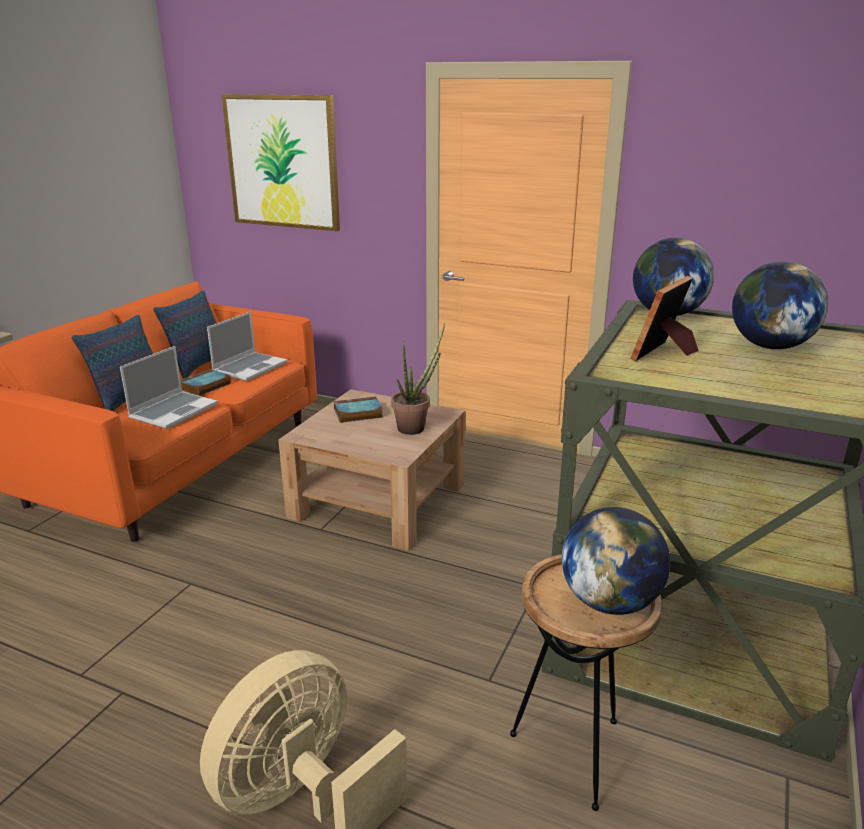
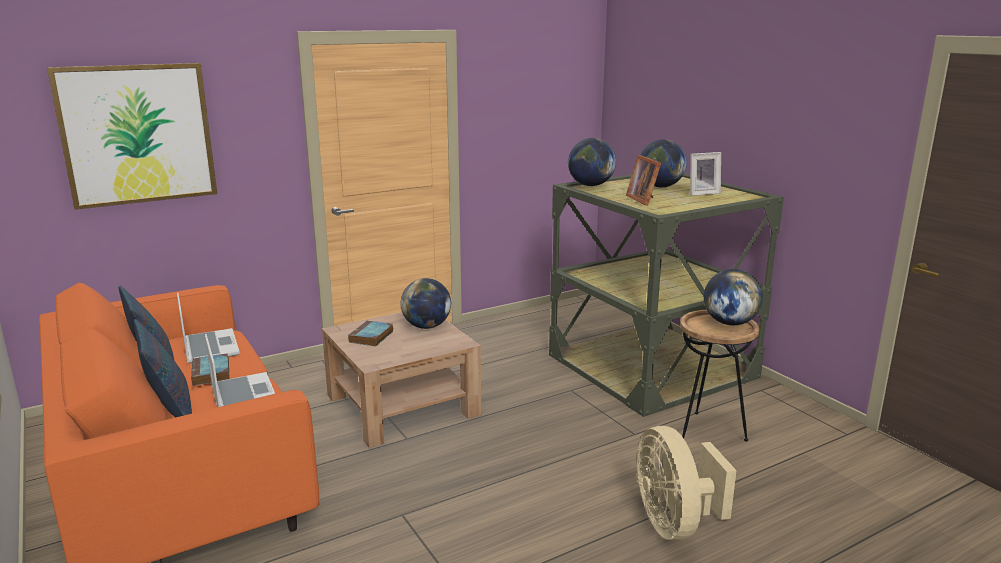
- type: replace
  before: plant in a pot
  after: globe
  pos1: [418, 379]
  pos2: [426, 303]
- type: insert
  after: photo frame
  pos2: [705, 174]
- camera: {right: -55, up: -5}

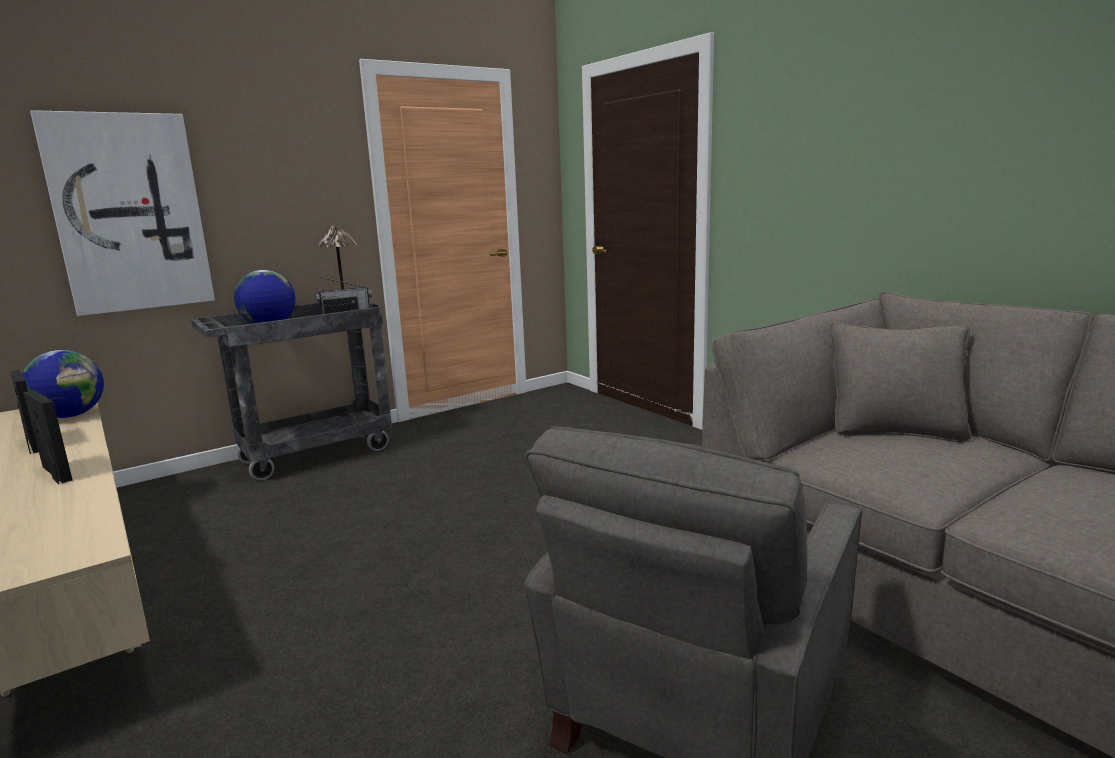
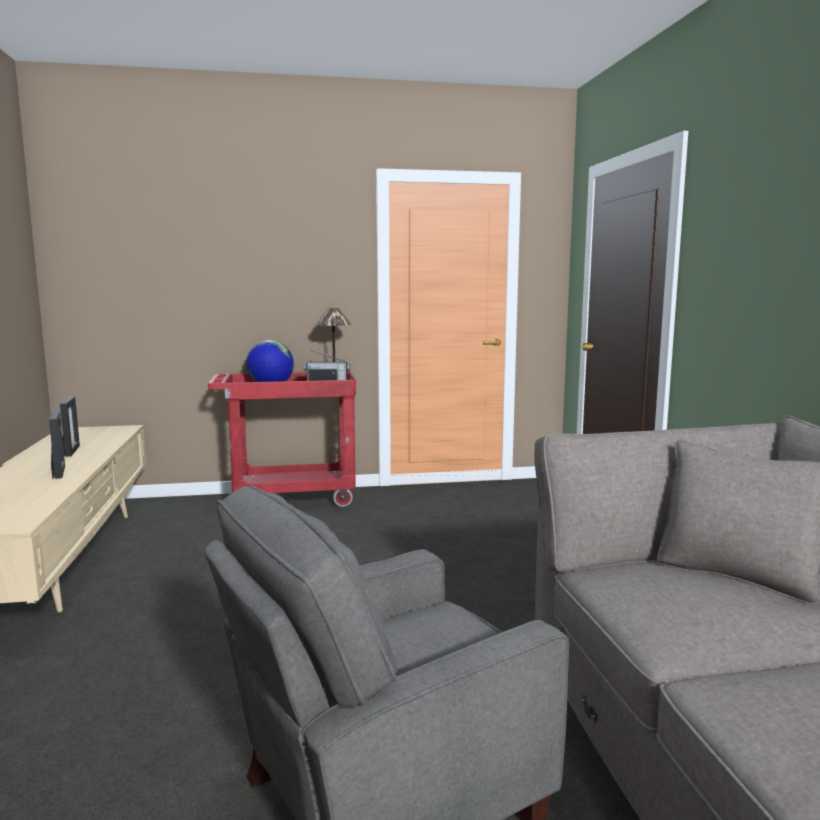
- type: recolor
  before: grey cart
  after: red cart
  pos1: [291, 391]
  pos2: [282, 439]
- type: delete
  before: globe
  pos1: [63, 384]
- type: delete
  before: picture
  pos1: [122, 213]
- camera: {right: 25, up: -5}

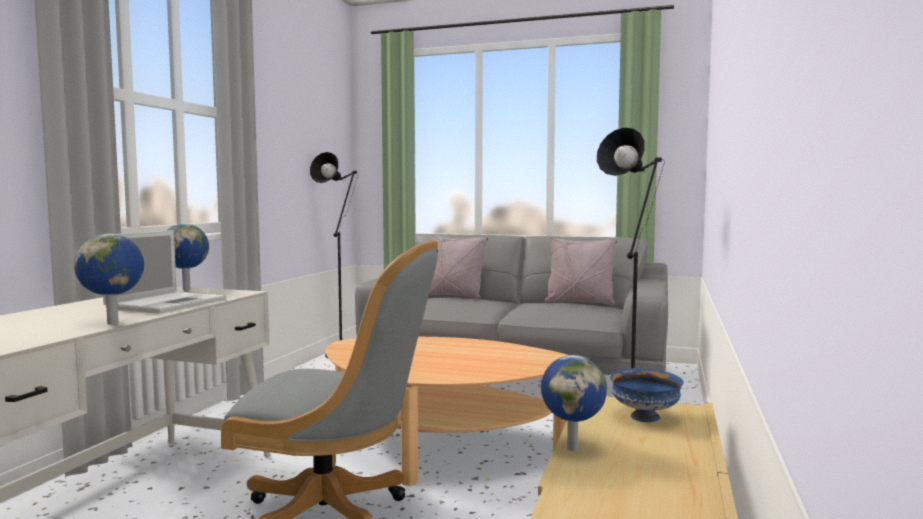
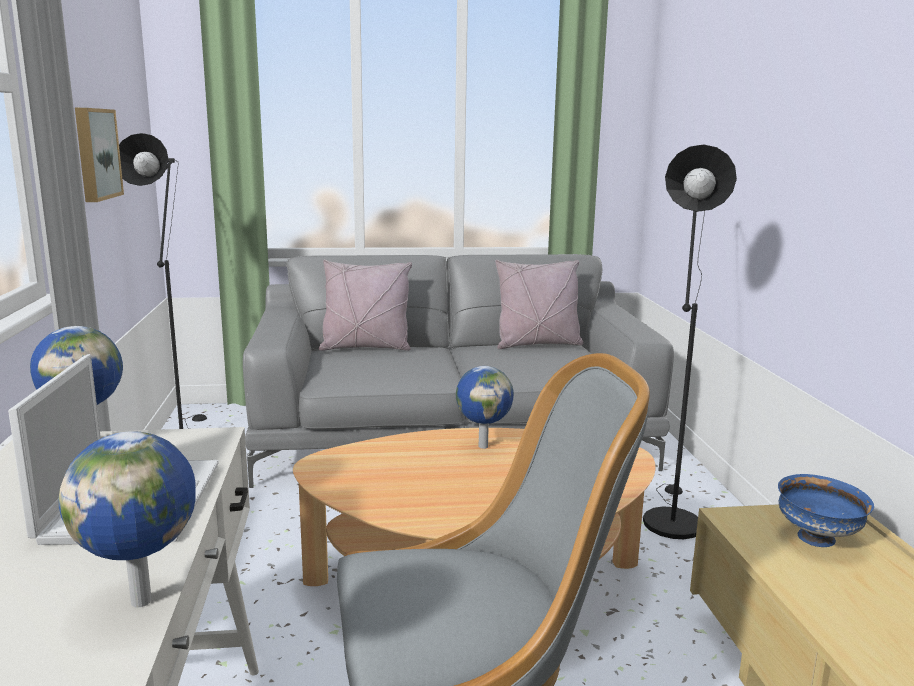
- type: insert
  after: picture
  pos2: [99, 155]
- type: move
  before: globe
  pos1: [574, 403]
  pos2: [485, 407]
- camera: {right: -25, up: 10}

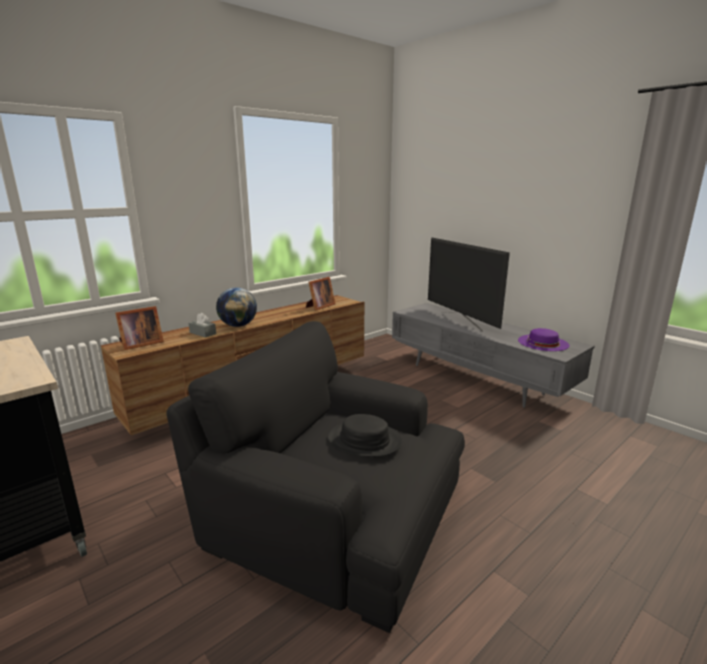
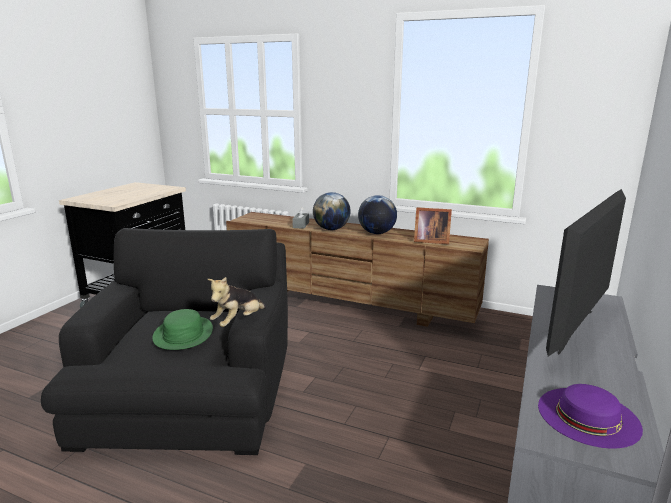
- type: recolor
  before: black clothing hat
  after: green-coloured clothing hat
  pos1: [365, 435]
  pos2: [182, 329]
- type: insert
  after: soft toy
  pos2: [236, 302]
- type: insert
  after: globe
  pos2: [377, 214]
- type: delete
  before: photo frame
  pos1: [139, 328]
- camera: {right: 65, up: 0}

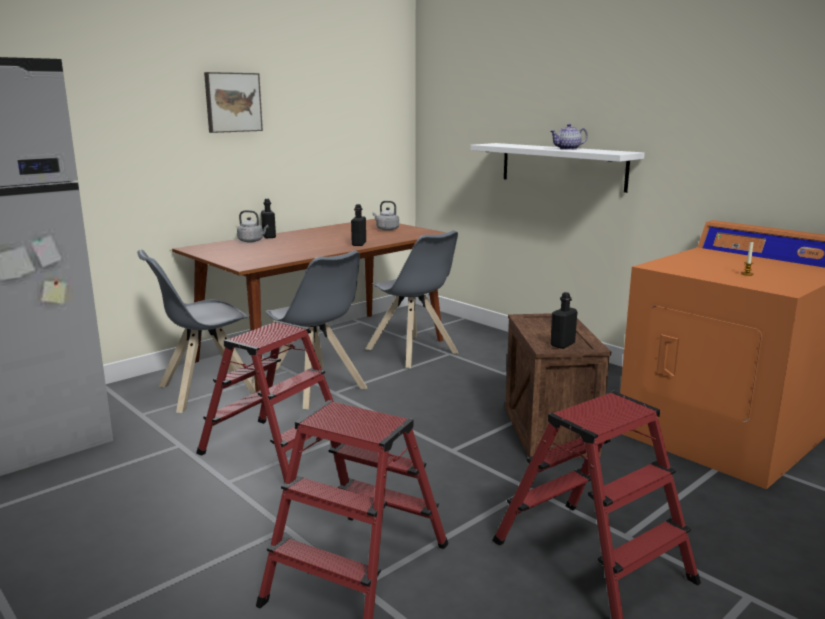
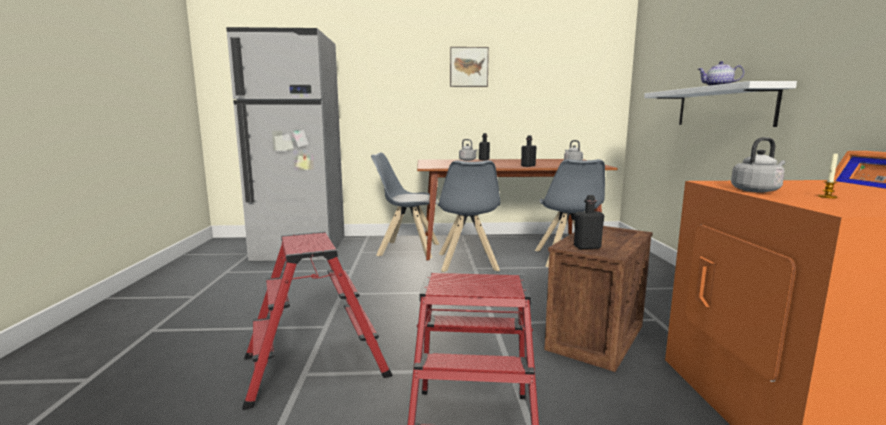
- type: insert
  after: grey kettle
  pos2: [758, 165]
- type: delete
  before: red step ladder
  pos1: [265, 402]
- camera: {right: 40, up: -5}

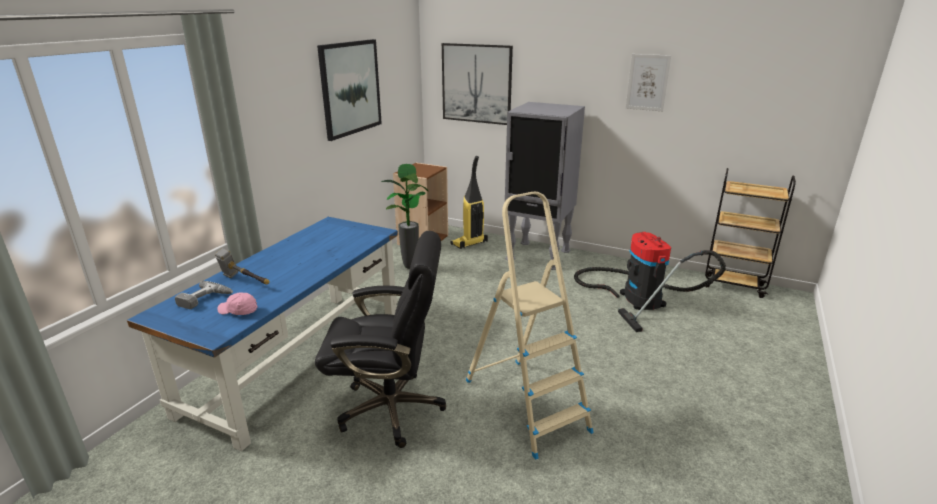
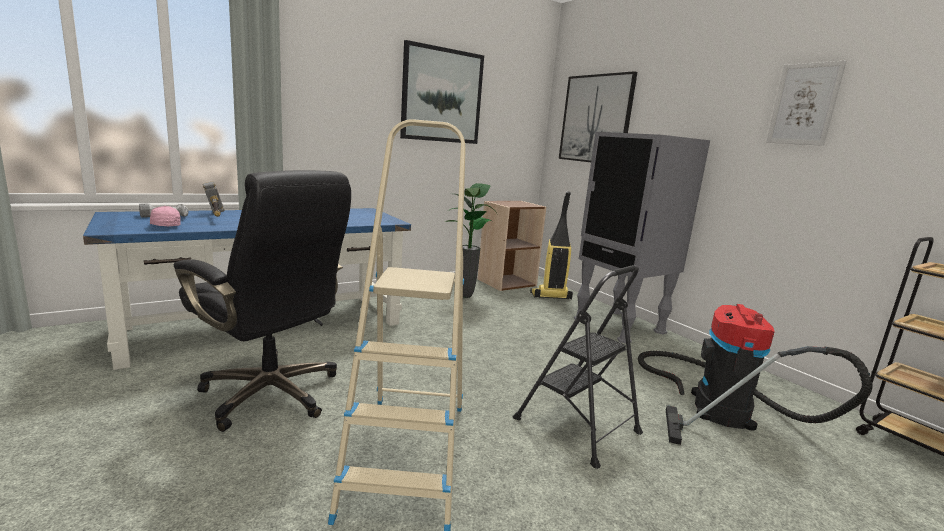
- type: insert
  after: black step ladder
  pos2: [577, 367]
- camera: {right: 30, up: -10}

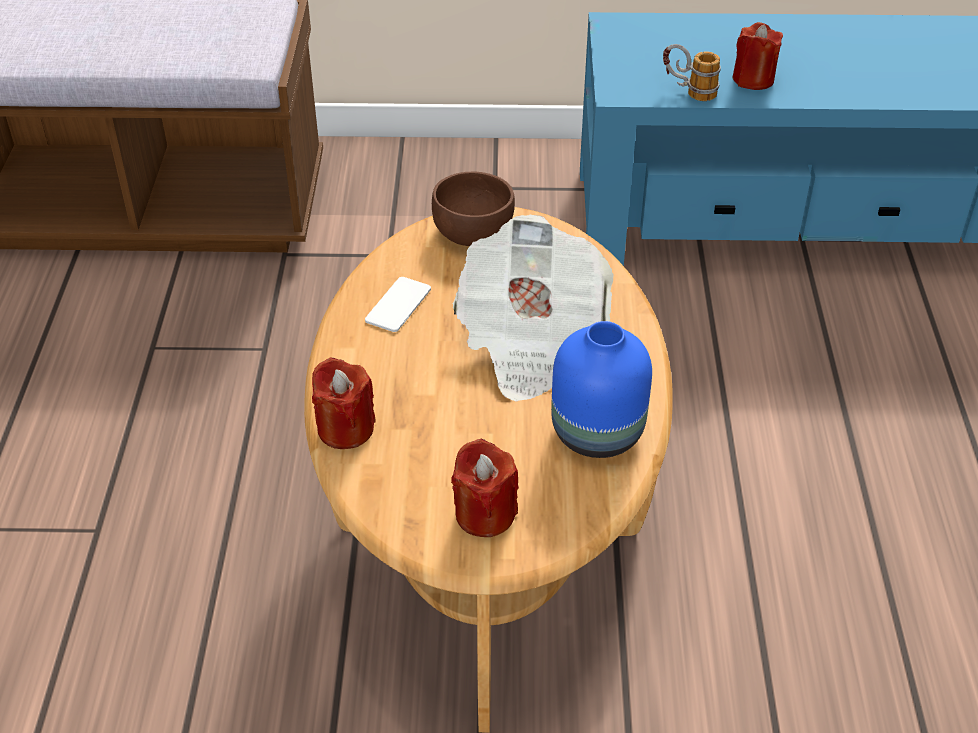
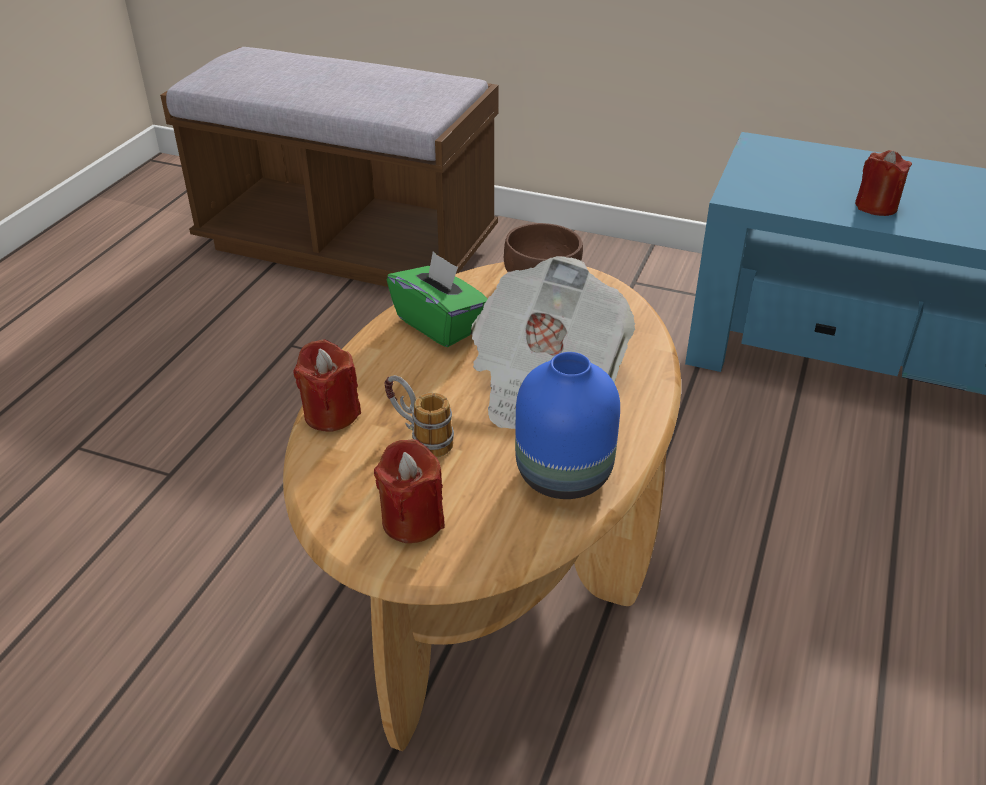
- type: move
  before: coffee mug
  pos1: [692, 72]
  pos2: [419, 416]
- type: replace
  before: handset
  after: green-coloured box of tissues
  pos1: [398, 304]
  pos2: [437, 299]
- camera: {right: 20, up: -5}

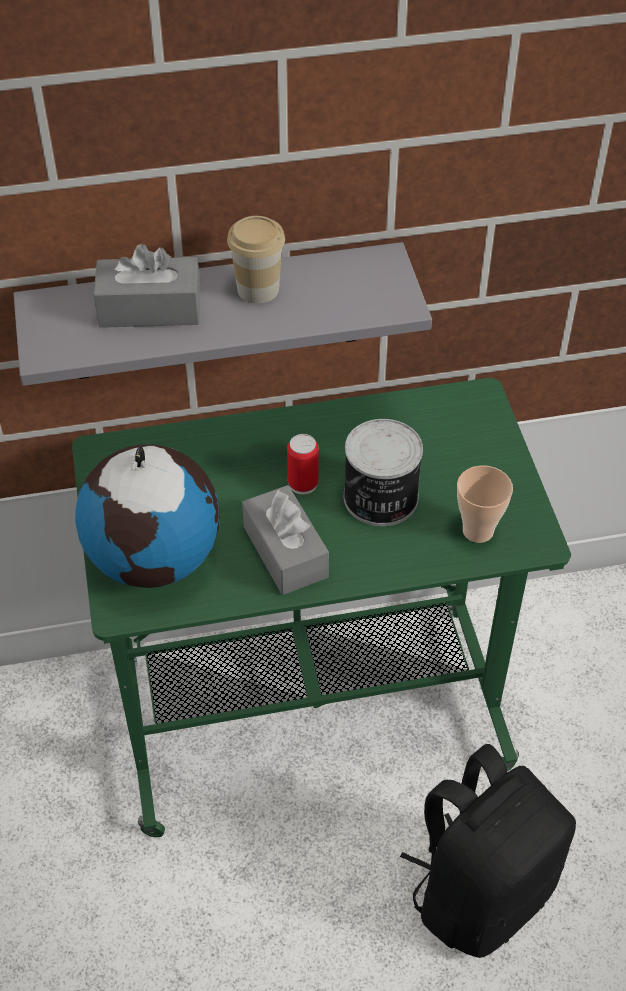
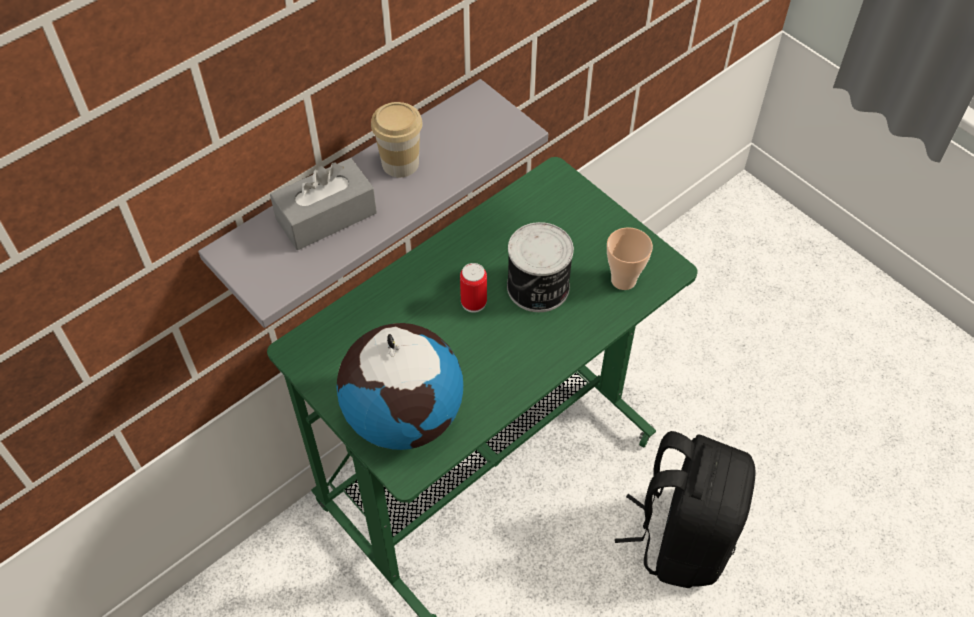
- type: delete
  before: grey box of tissues
  pos1: [285, 540]
- camera: {right: -30, up: 5}

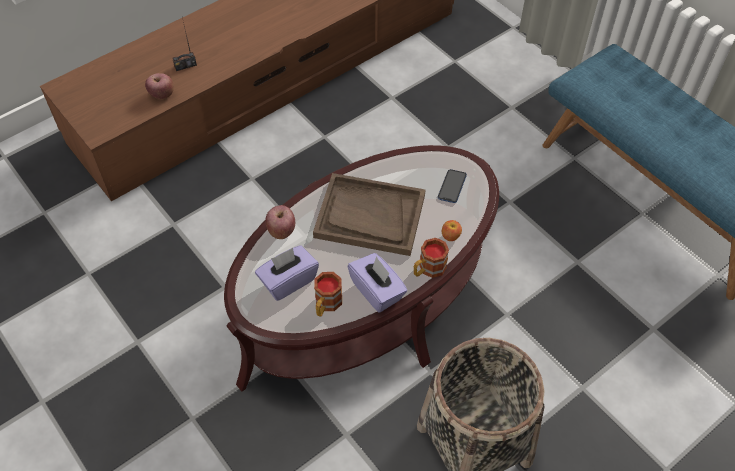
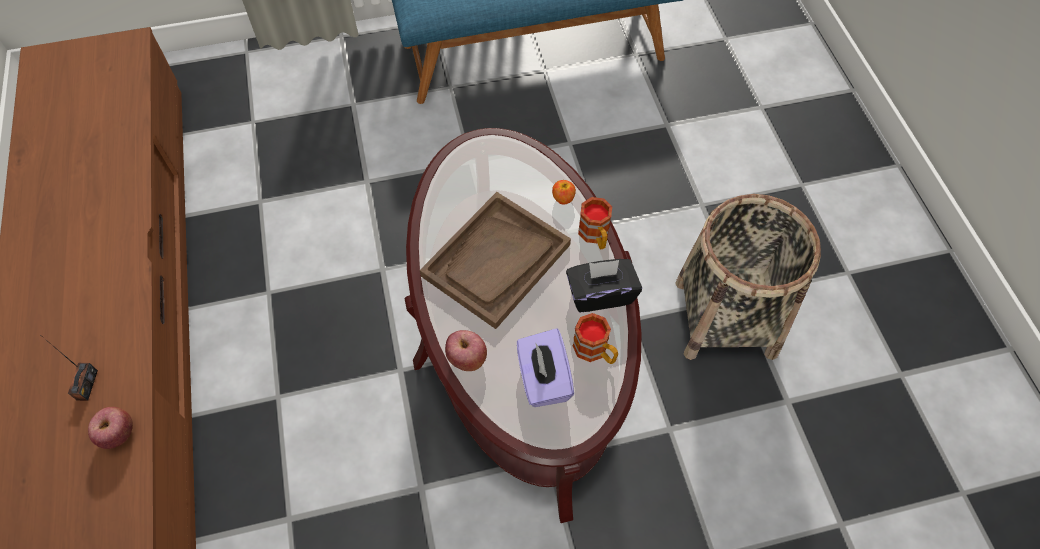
- type: recolor
  before: purple-coloured box of tissues
  after: black box of tissues
  pos1: [377, 283]
  pos2: [604, 285]
- type: delete
  before: handset
  pos1: [452, 186]
- camera: {right: -65, up: 5}

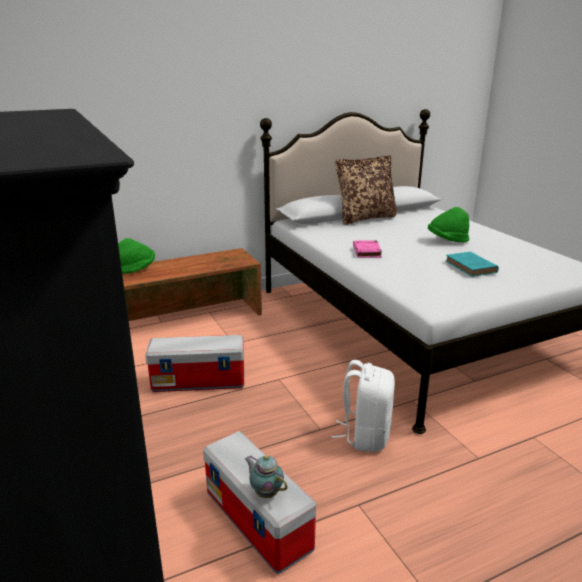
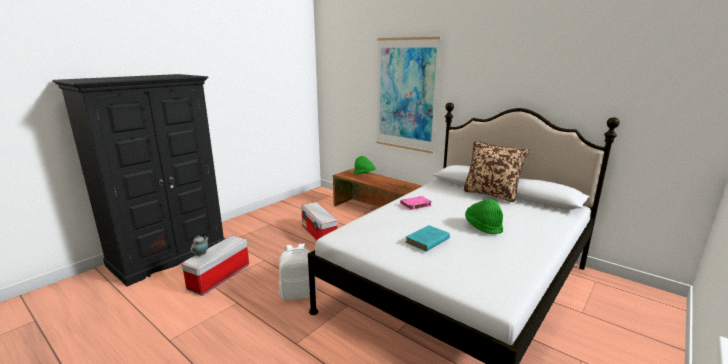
- type: insert
  after: picture
  pos2: [409, 95]
- camera: {right: 65, up: -5}

